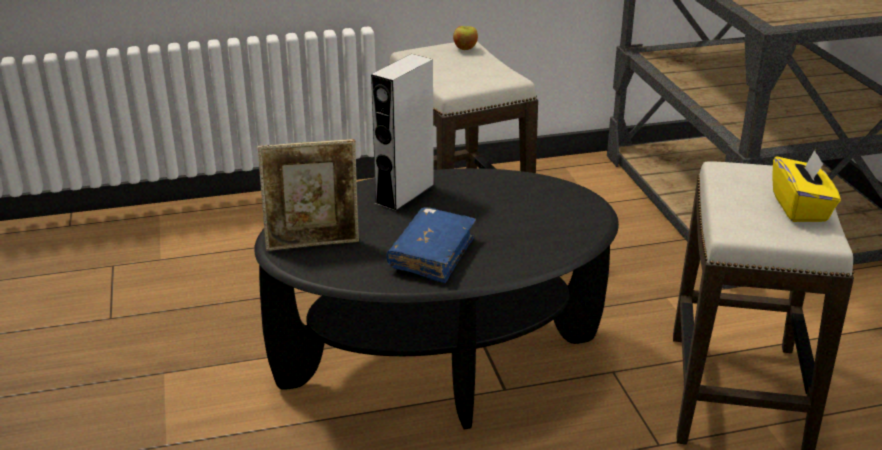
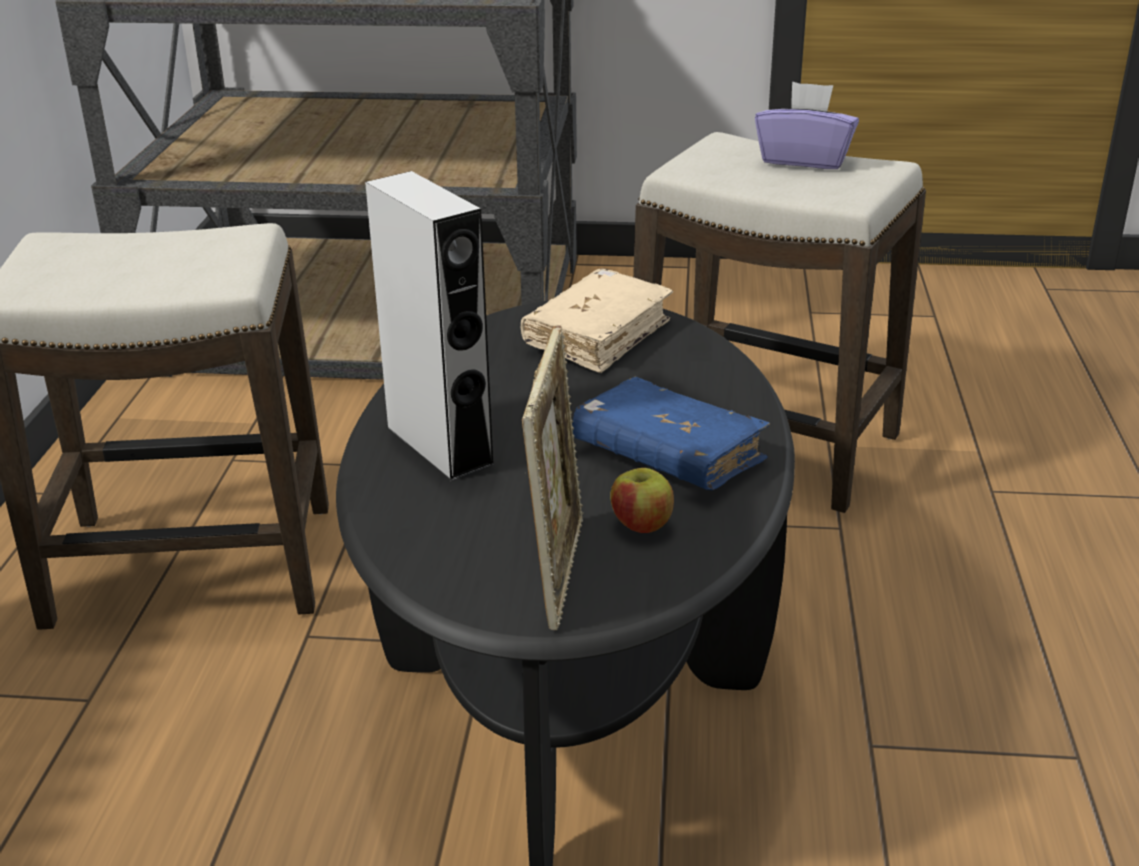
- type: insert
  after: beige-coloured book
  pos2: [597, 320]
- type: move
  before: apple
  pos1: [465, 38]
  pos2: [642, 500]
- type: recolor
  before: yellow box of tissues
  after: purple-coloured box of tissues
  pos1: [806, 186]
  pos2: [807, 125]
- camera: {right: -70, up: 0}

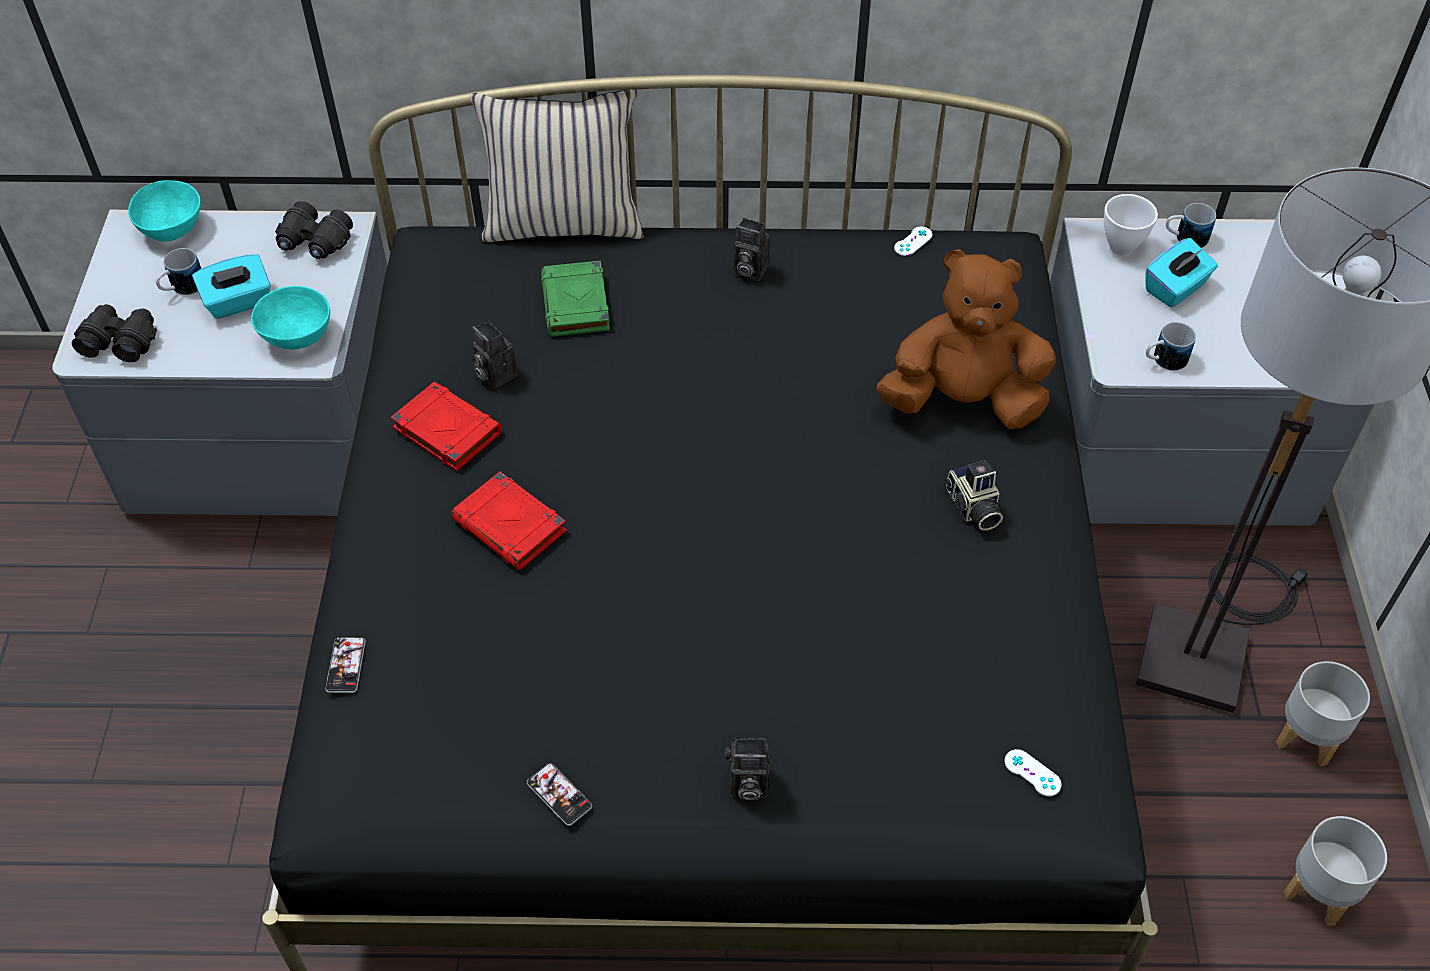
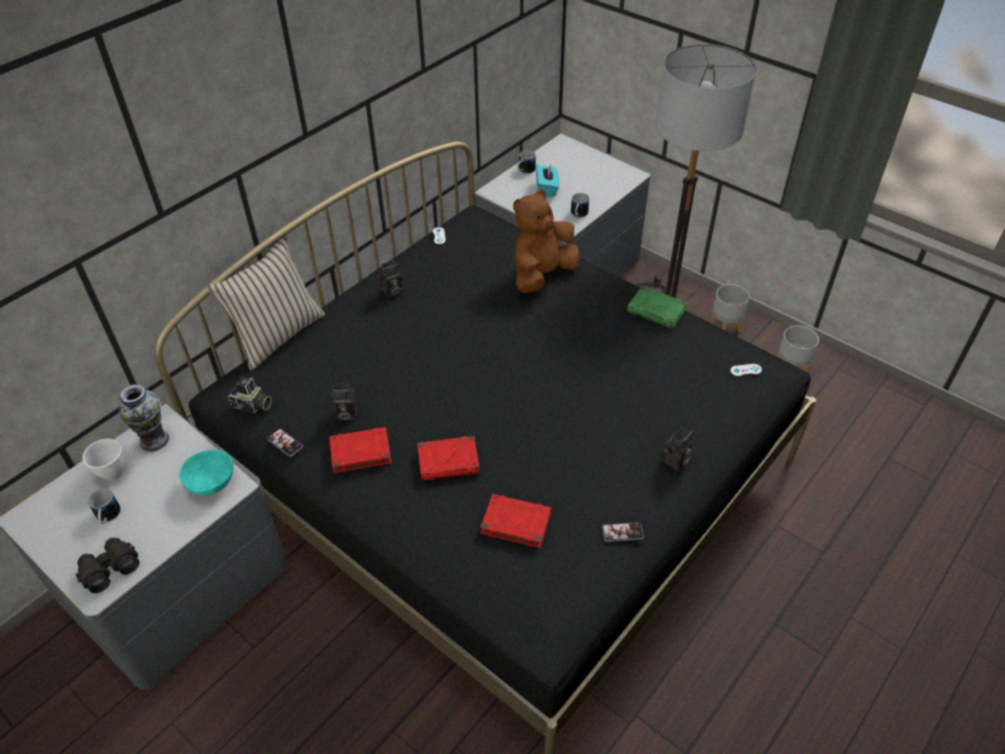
- type: move
  before: white serving bowl
  pos1: [1131, 225]
  pos2: [103, 460]
- type: replace
  before: black binoculars
  after: flower vase
  pos1: [314, 230]
  pos2: [144, 417]
- type: move
  before: photo camera
  pos1: [974, 495]
  pos2: [250, 395]
- type: move
  before: handset
  pos1: [345, 665]
  pos2: [285, 443]
- type: insert
  after: red book
  pos2: [516, 521]
- type: move
  before: green-coloured book
  pos1: [575, 298]
  pos2: [656, 307]
- type: delete
  before: turquoise serving bowl
  pos1: [164, 210]
- type: delete
  before: turquoise box of tissues
  pos1: [231, 286]
- camera: {right: -50, up: -5}

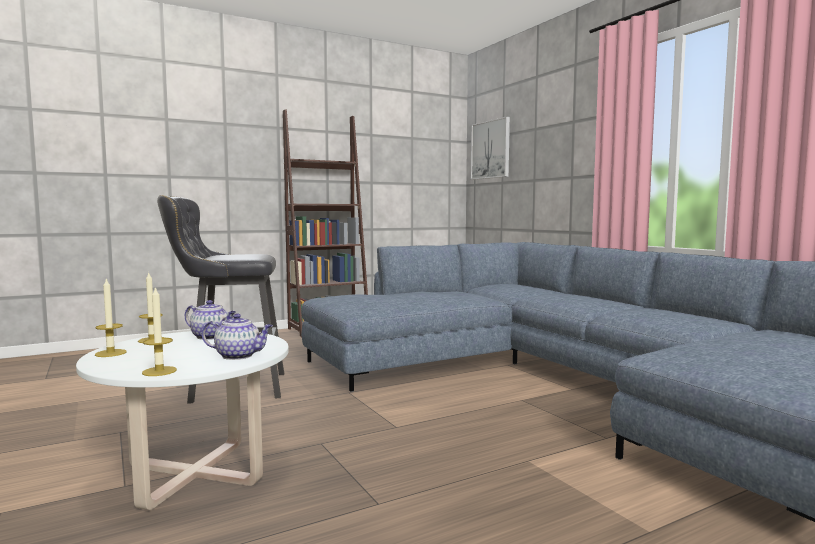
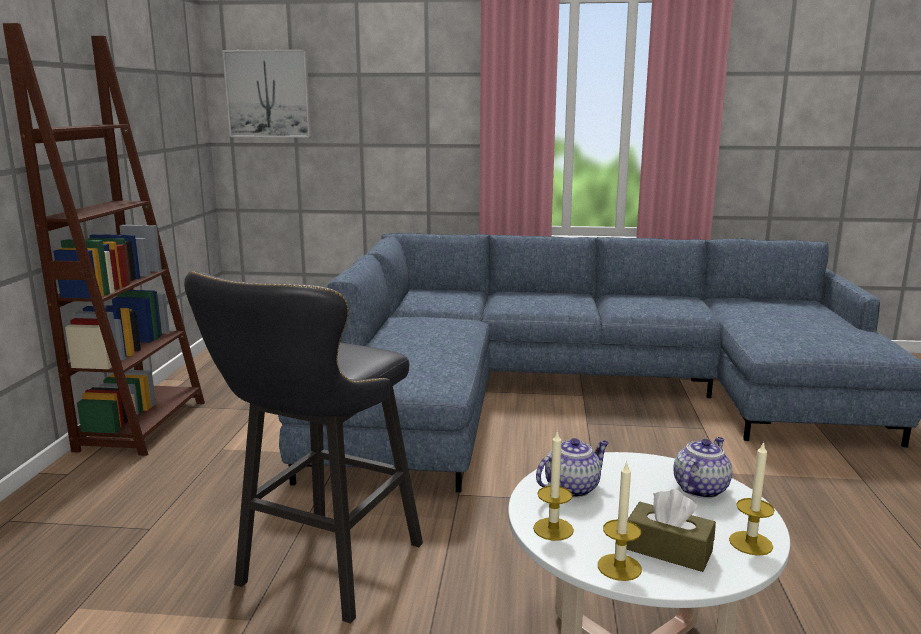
- type: insert
  after: brown-coloured box of tissues
  pos2: [671, 530]
- camera: {right: -55, up: 10}

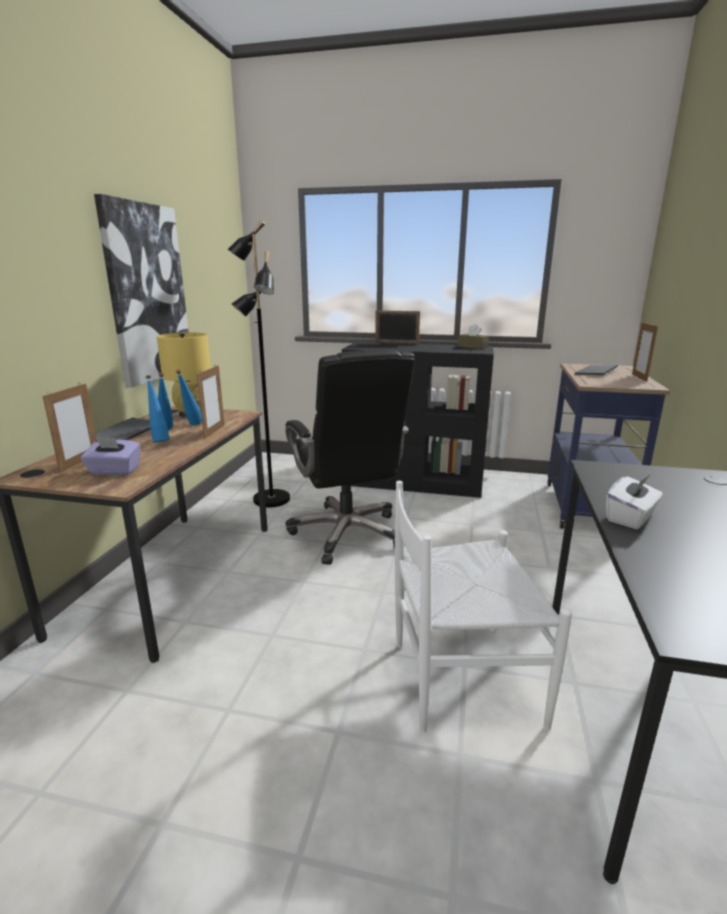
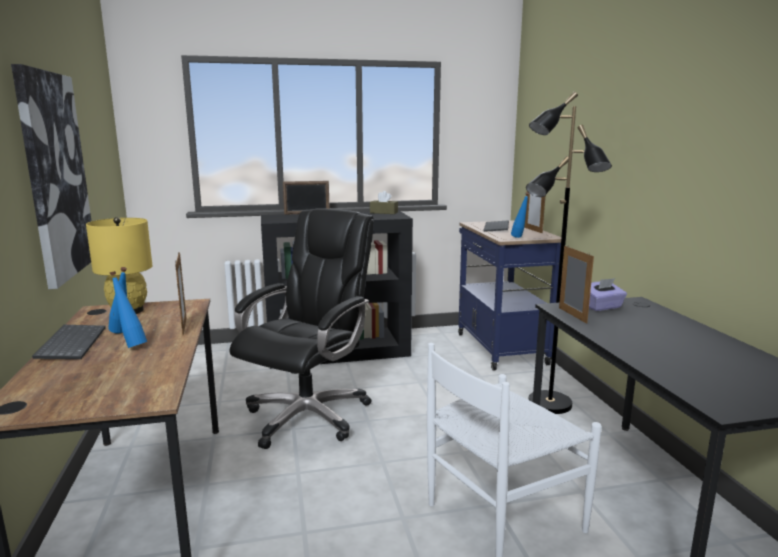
- type: rotate
  before: black computer chair
  pos1: [349, 457]
  pos2: [302, 328]
  turn: -105
- type: move
  before: blue bottle
  pos1: [189, 397]
  pos2: [520, 215]
- type: move
  before: black standing lamp
  pos1: [259, 364]
  pos2: [569, 253]
- type: move
  before: photo frame
  pos1: [70, 428]
  pos2: [576, 284]
- type: move
  before: purple-coloured box of tissues
  pos1: [111, 456]
  pos2: [608, 294]
- type: delete
  before: white box of tissues
  pos1: [634, 501]
- camera: {right: -25, up: -5}

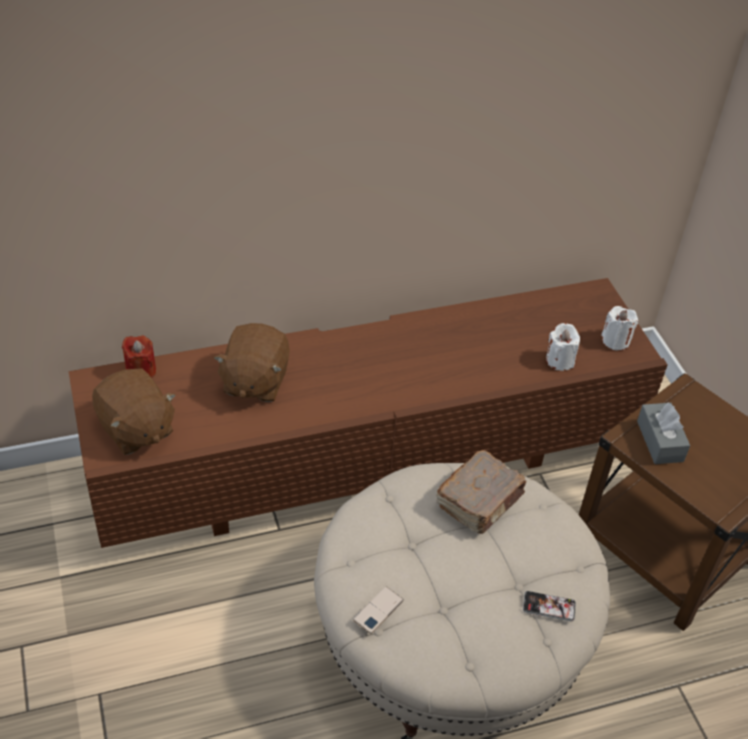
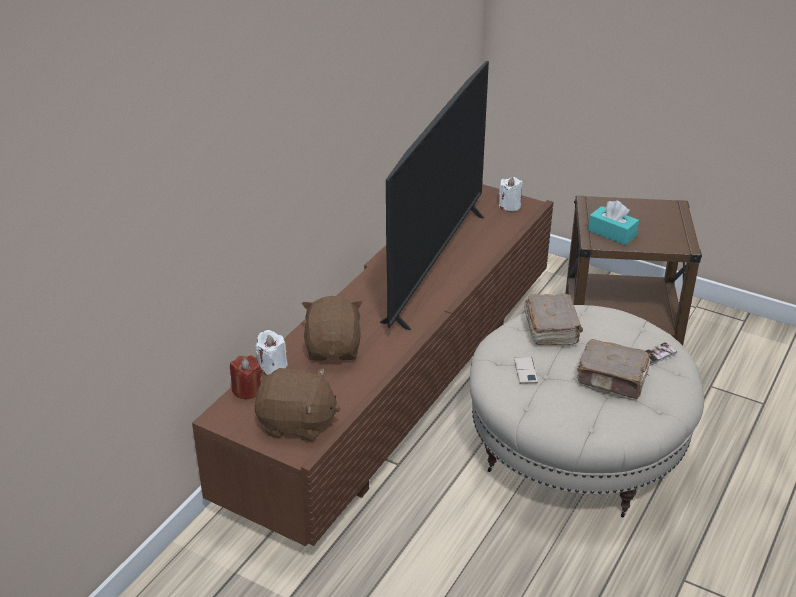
- type: move
  before: white wax candle
  pos1: [563, 347]
  pos2: [271, 352]
- type: rotate
  before: brown-coloured soft toy
  pos1: [252, 362]
  pos2: [332, 328]
  turn: -150
- type: insert
  after: TV set
  pos2: [434, 195]
- type: move
  before: handset
  pos1: [378, 610]
  pos2: [526, 370]
- type: insert
  after: brown-coloured book
  pos2: [614, 369]
- type: recolor
  before: grey box of tissues
  after: turquoise box of tissues
  pos1: [663, 433]
  pos2: [613, 222]
- camera: {right: -40, up: -10}

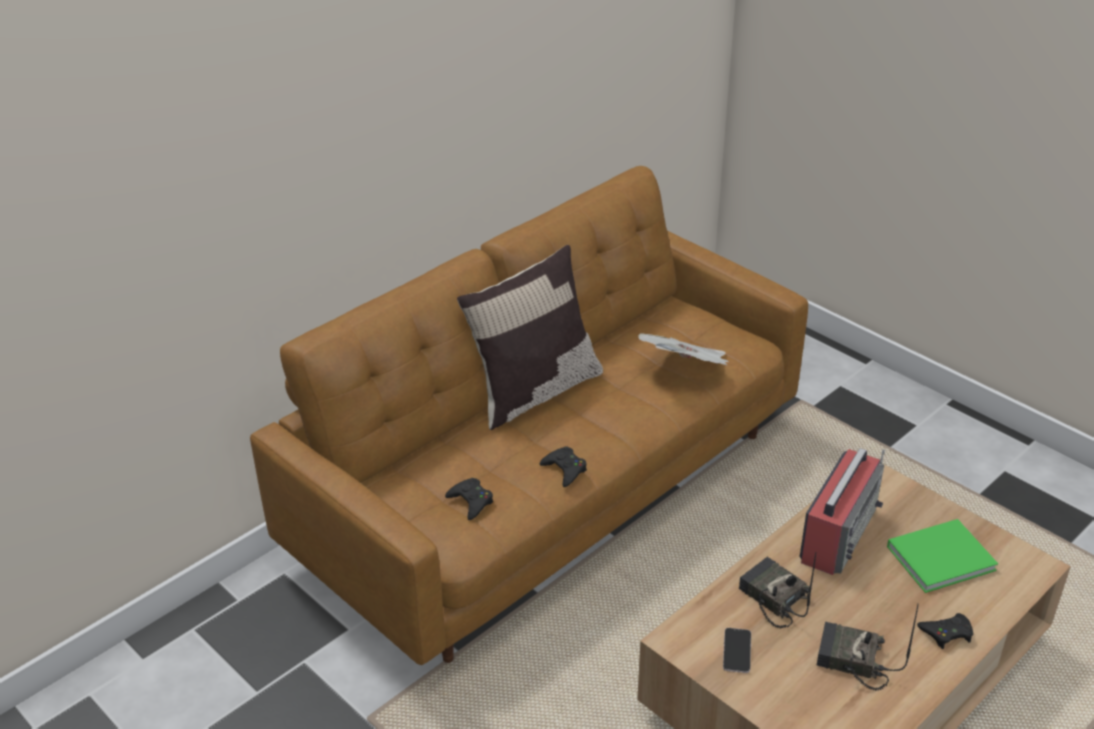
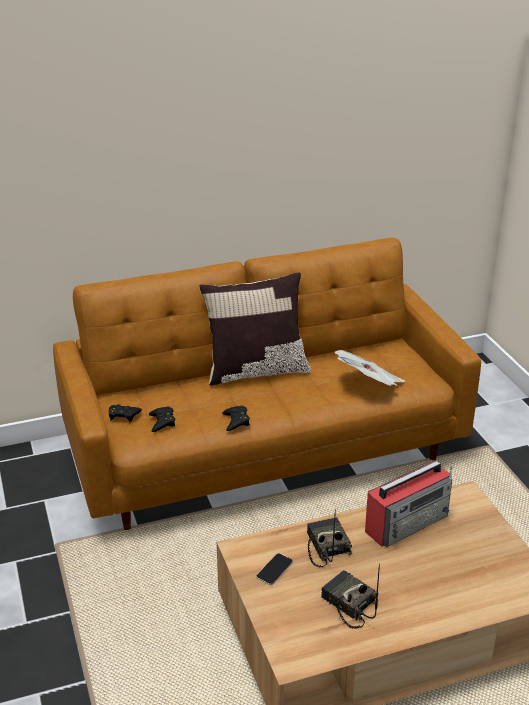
- type: move
  before: black game controller
  pos1: [945, 631]
  pos2: [125, 413]
- type: delete
  before: green-coloured book
  pos1: [942, 556]
- camera: {right: 25, up: -5}

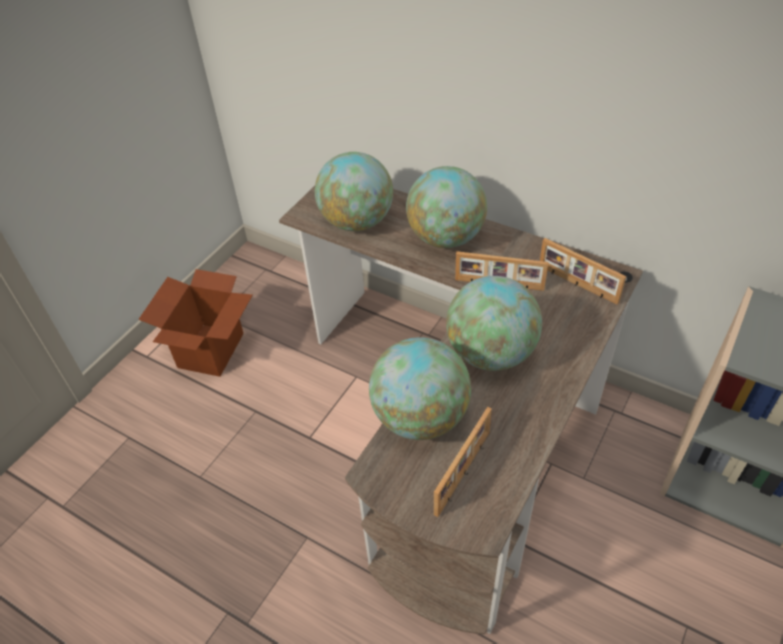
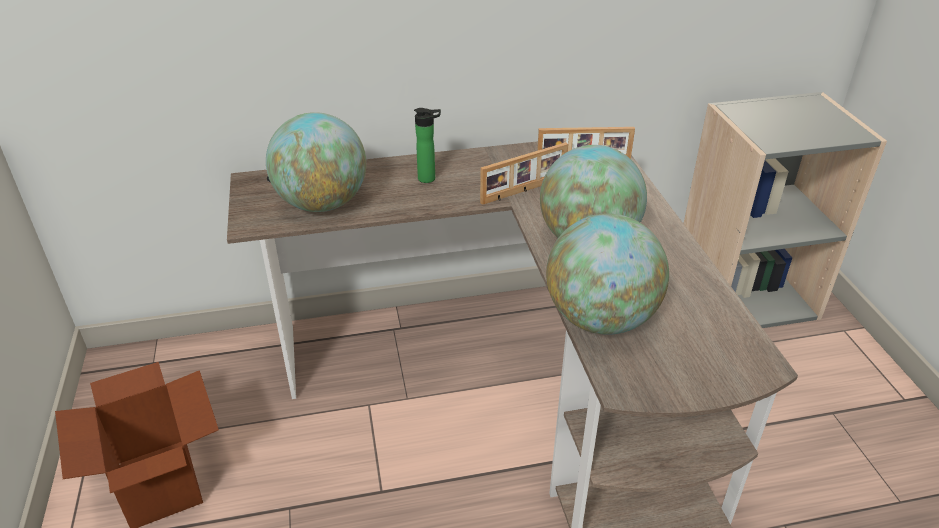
- type: replace
  before: globe
  after: bottle
  pos1: [446, 207]
  pos2: [427, 145]
- type: delete
  before: photo frame
  pos1: [463, 462]
- camera: {right: -45, up: -10}

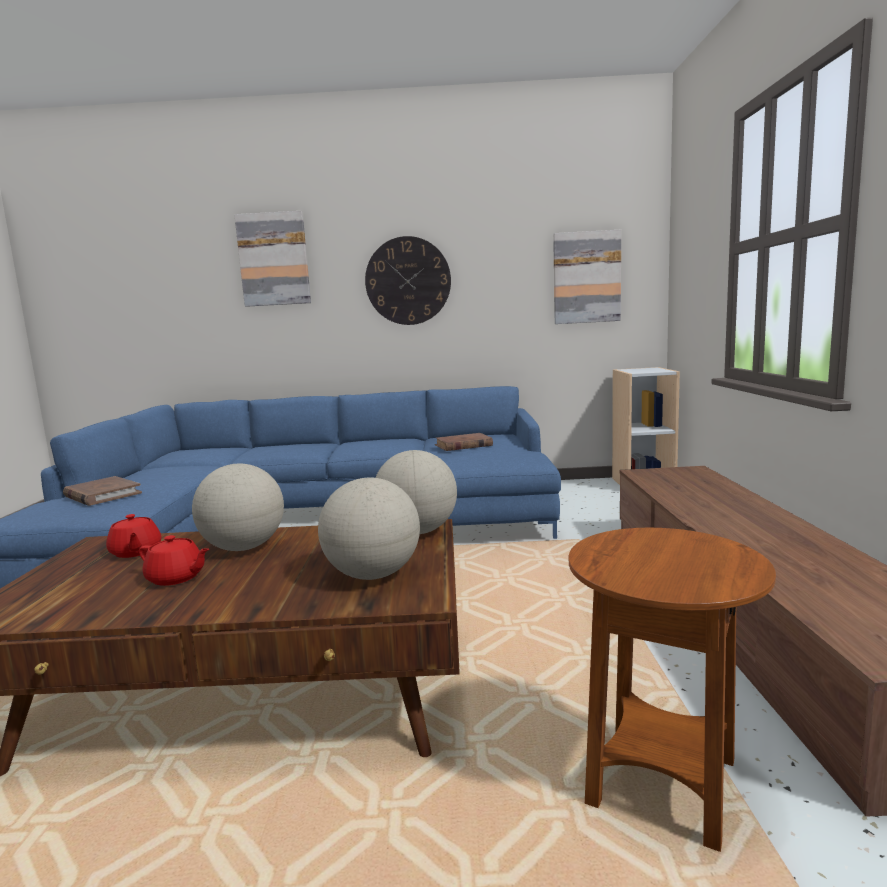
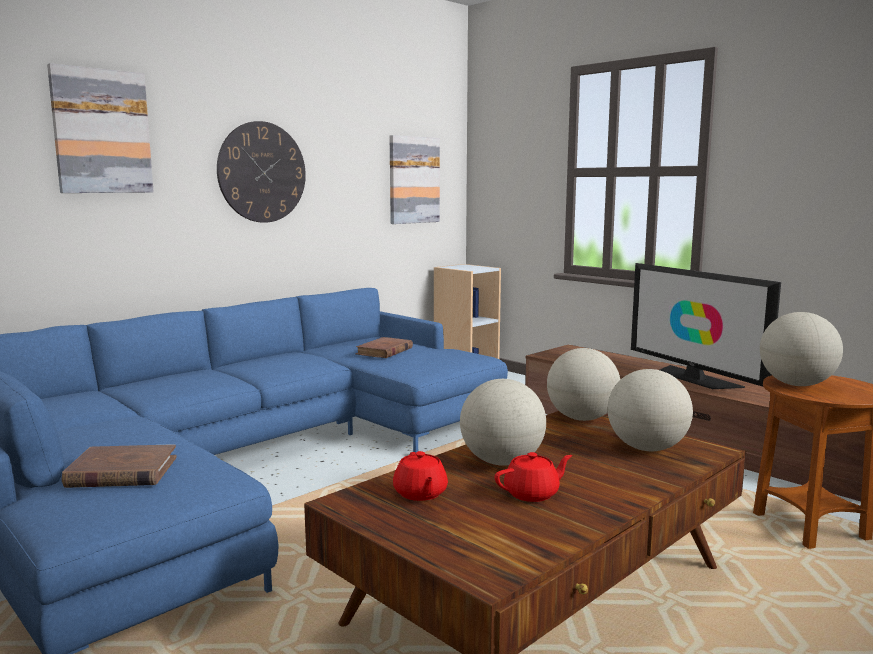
- type: rotate
  before: red pot for tea
  pos1: [133, 536]
  pos2: [420, 476]
  turn: 60
- type: insert
  after: TV set
  pos2: [706, 326]
- type: insert
  after: globe
  pos2: [801, 349]
- camera: {right: -45, up: 0}

